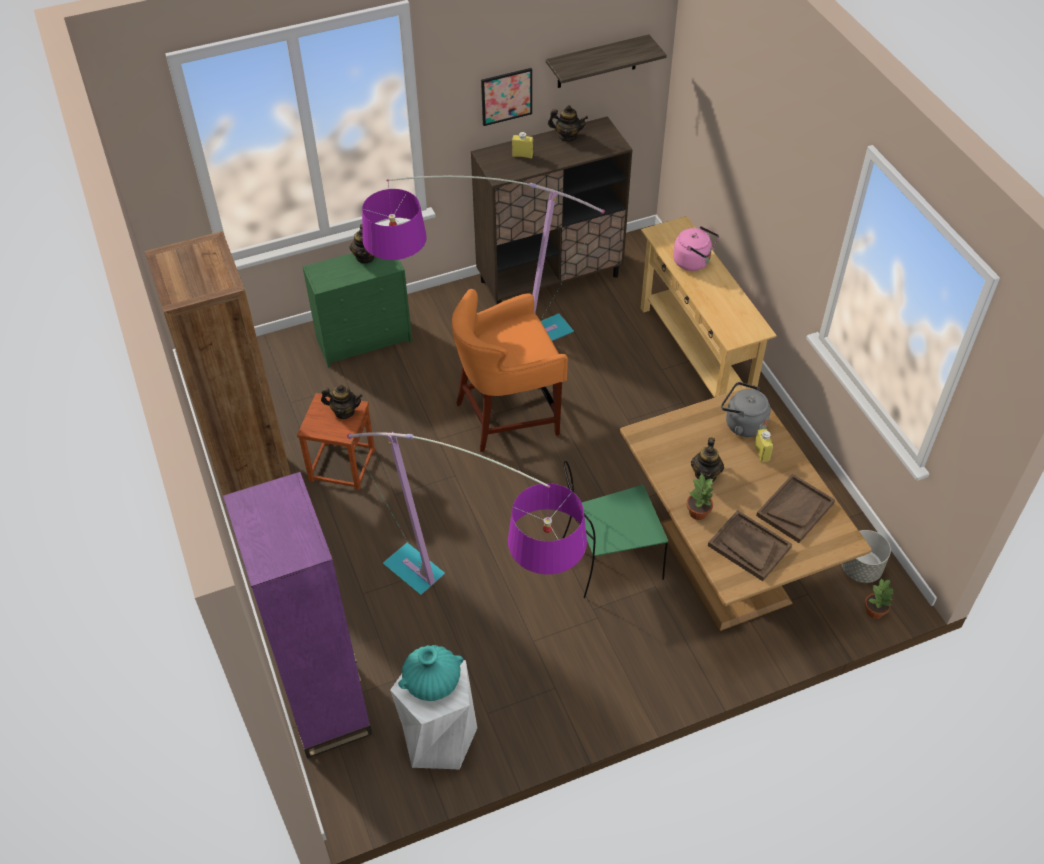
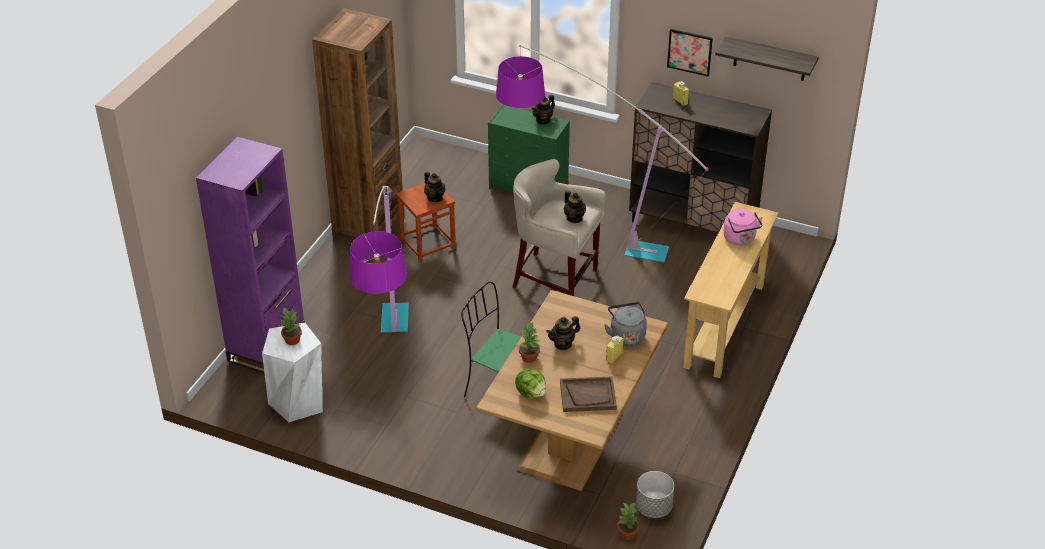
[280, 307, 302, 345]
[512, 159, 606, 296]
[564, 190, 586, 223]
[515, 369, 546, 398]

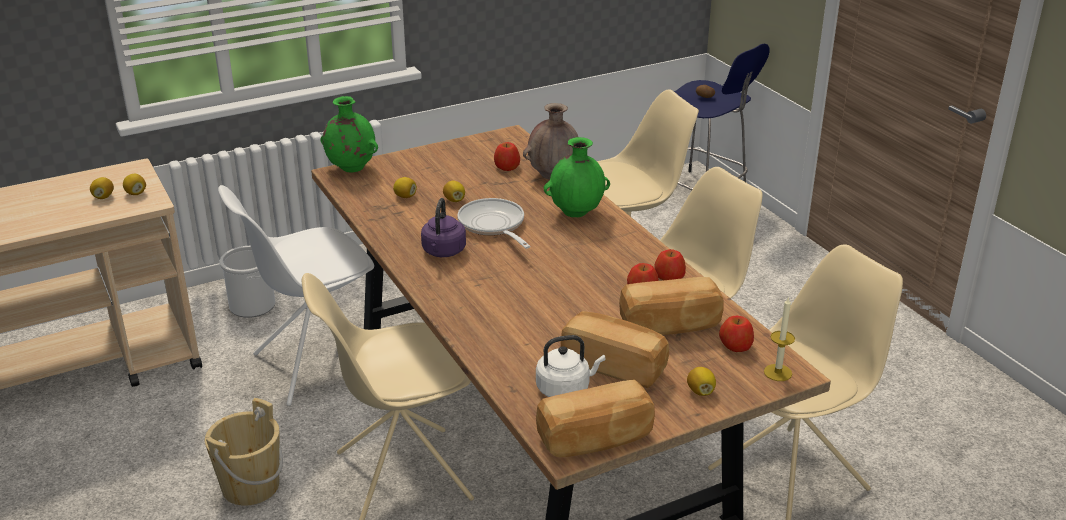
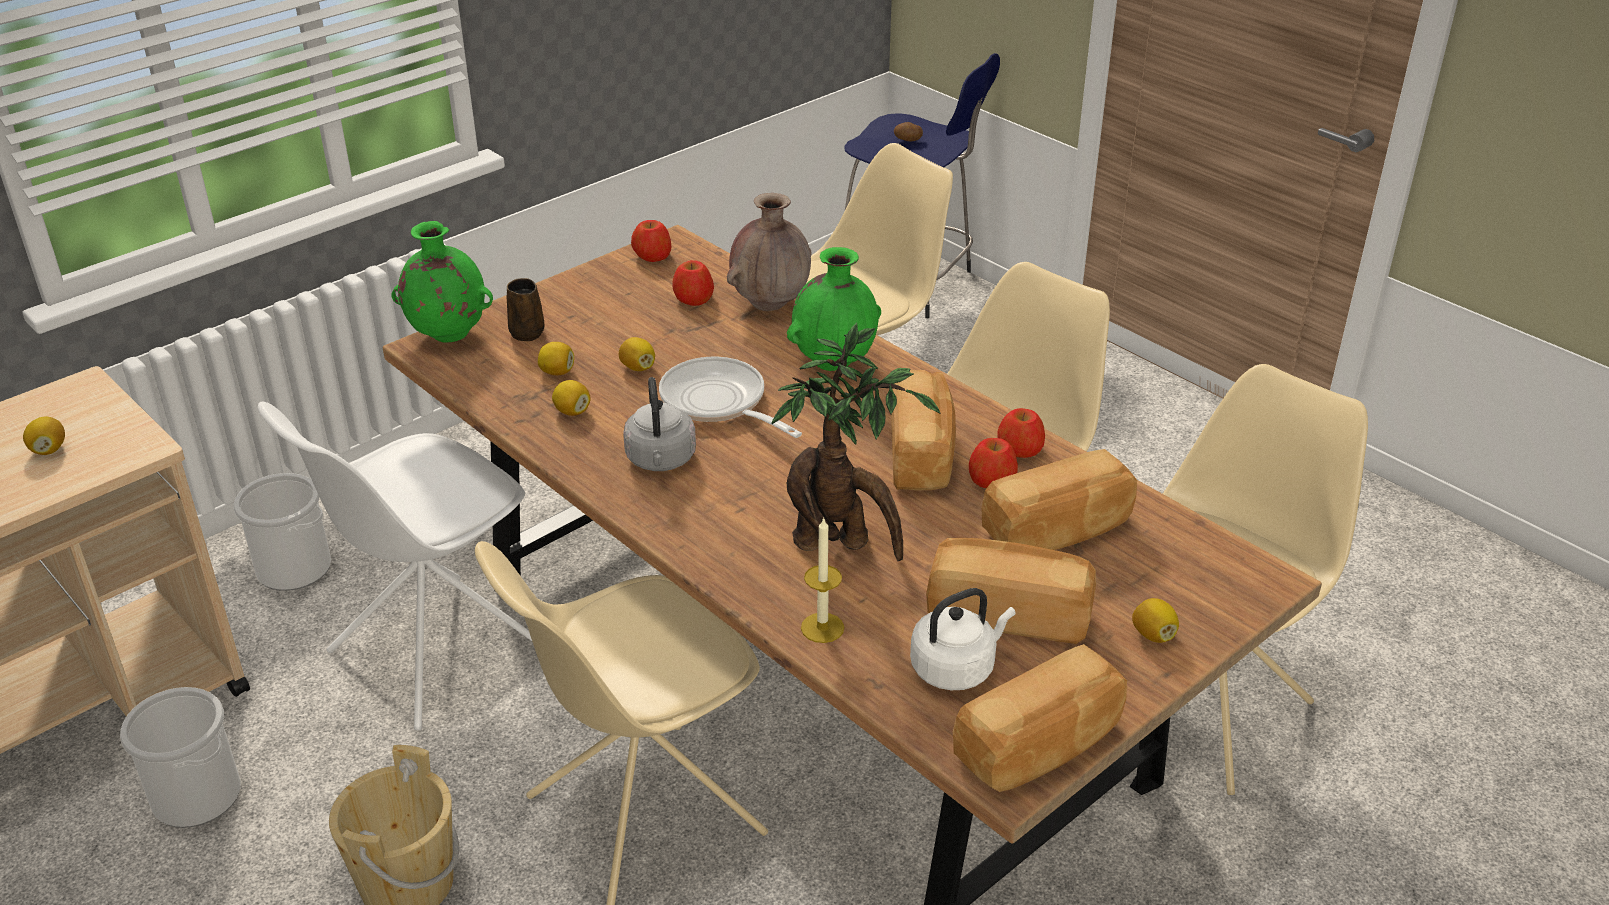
[552, 380, 591, 416]
[623, 377, 696, 471]
[631, 220, 671, 262]
[801, 517, 844, 643]
[120, 687, 241, 828]
[507, 278, 545, 341]
[771, 322, 941, 561]
[891, 370, 956, 490]

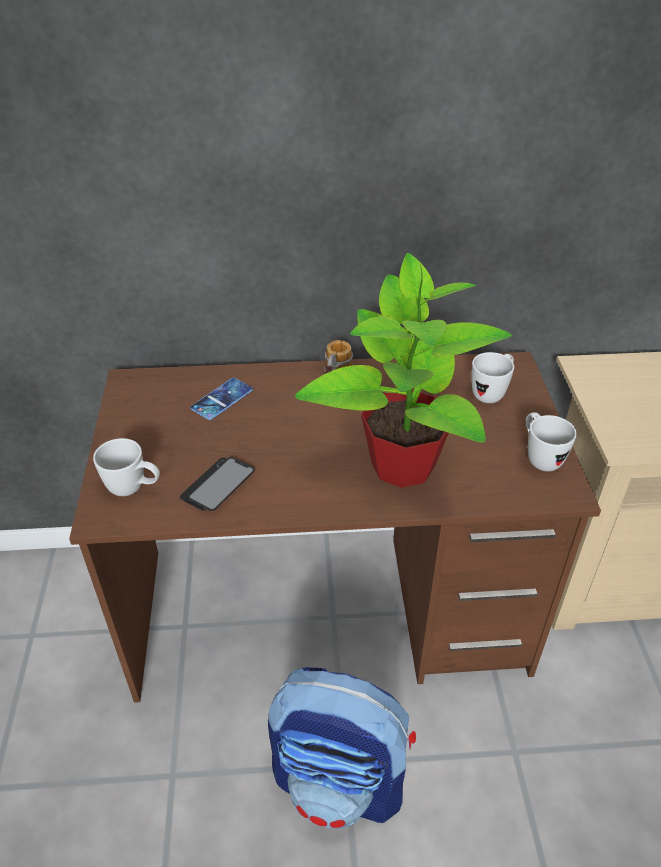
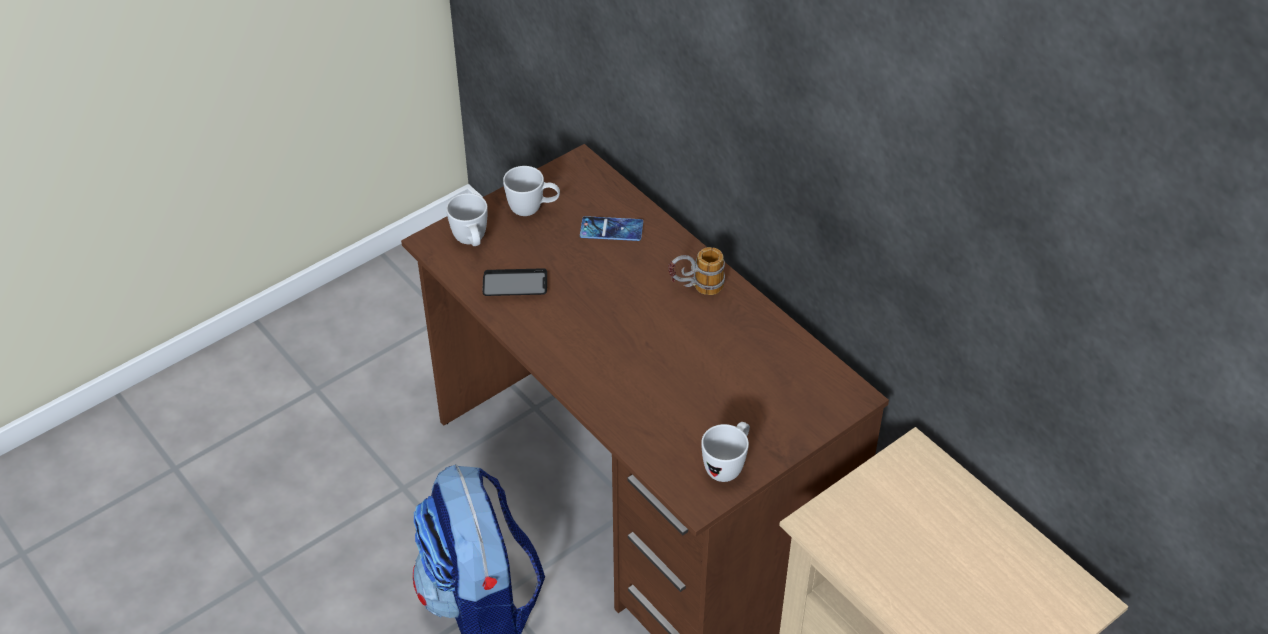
[295, 253, 512, 488] (first image)
[503, 166, 560, 216]

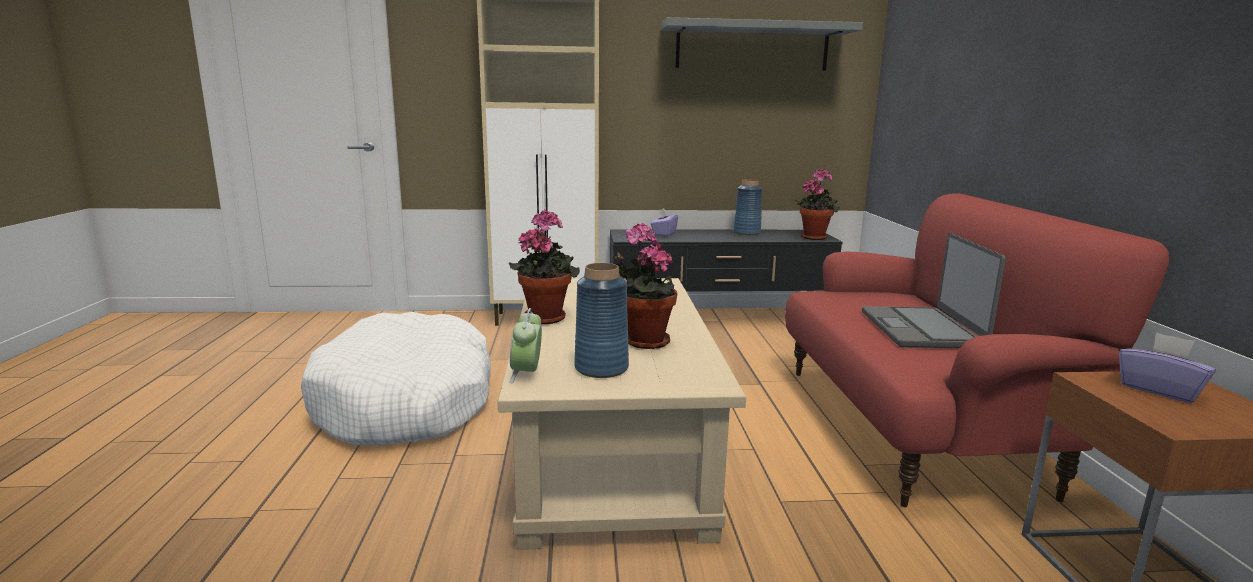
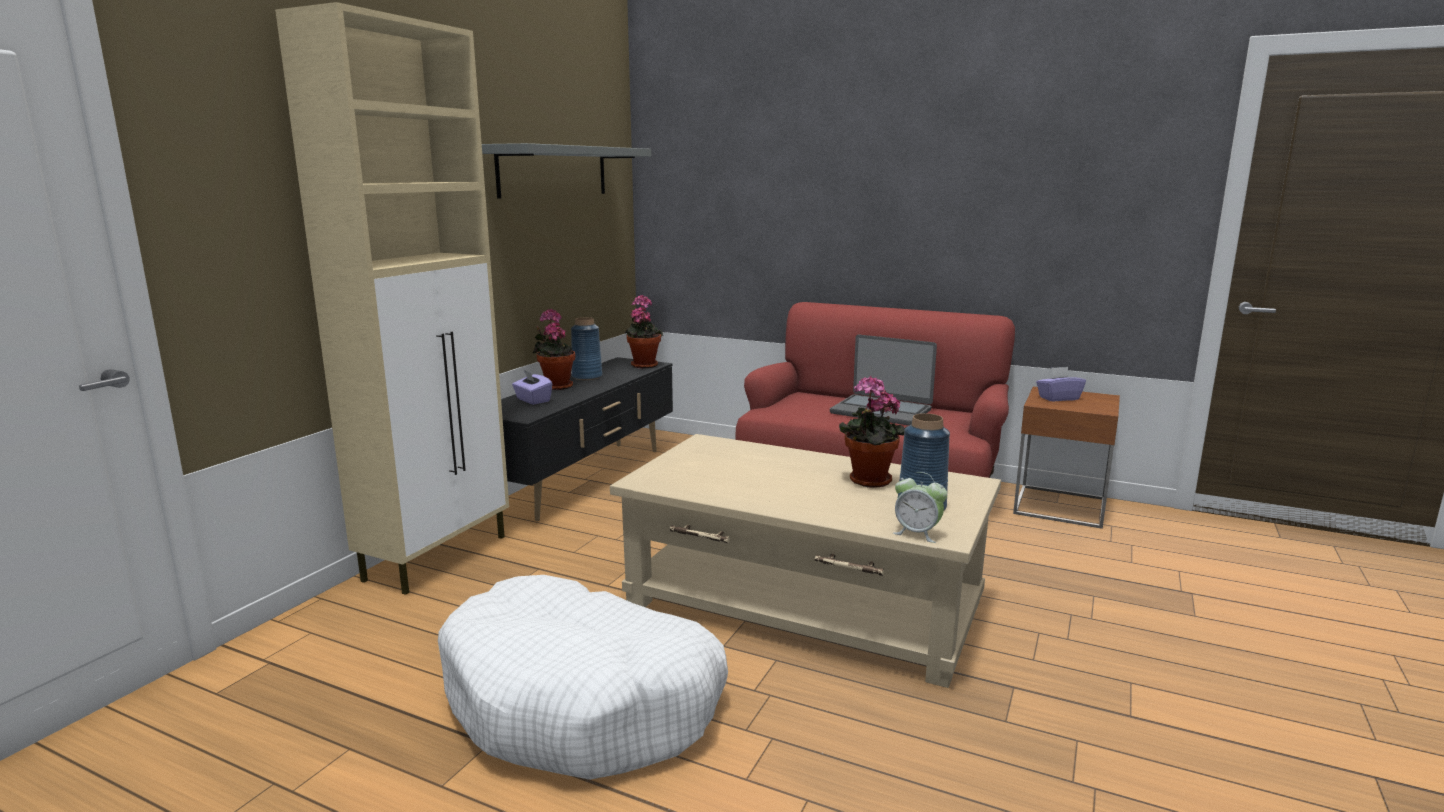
[533, 309, 575, 390]

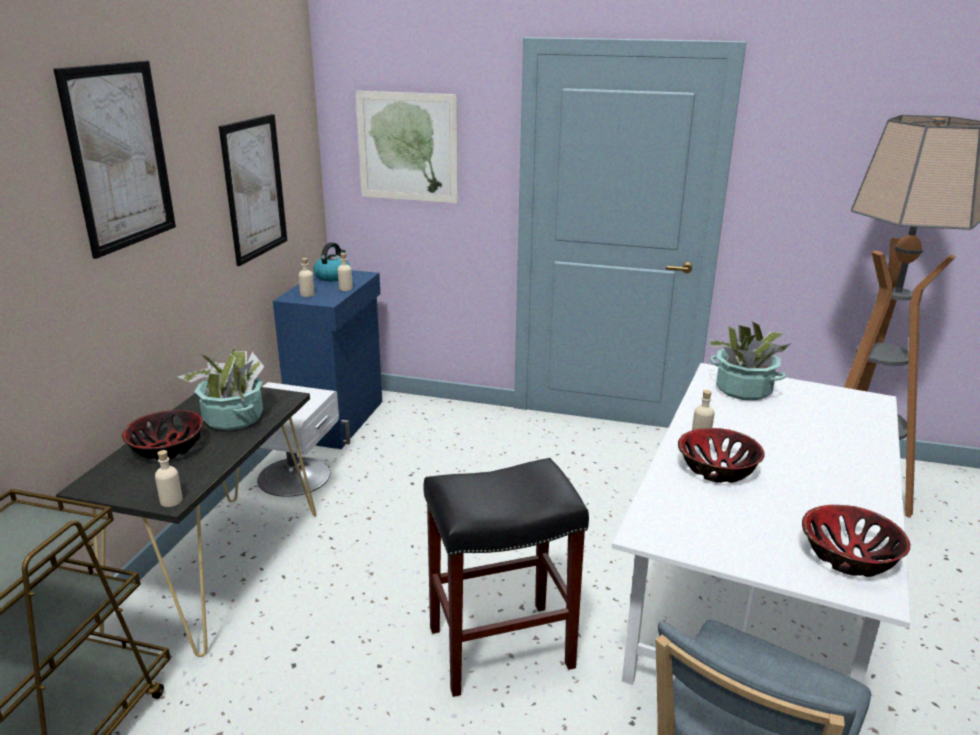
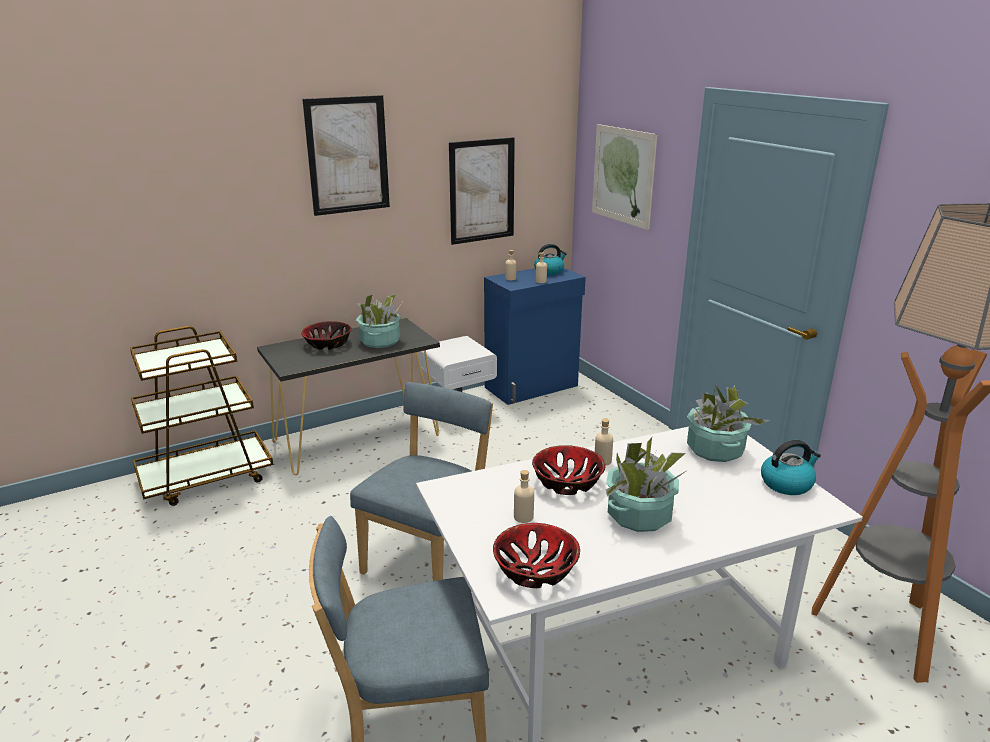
[514, 470, 534, 523]
[350, 382, 493, 581]
[606, 437, 689, 532]
[761, 440, 821, 495]

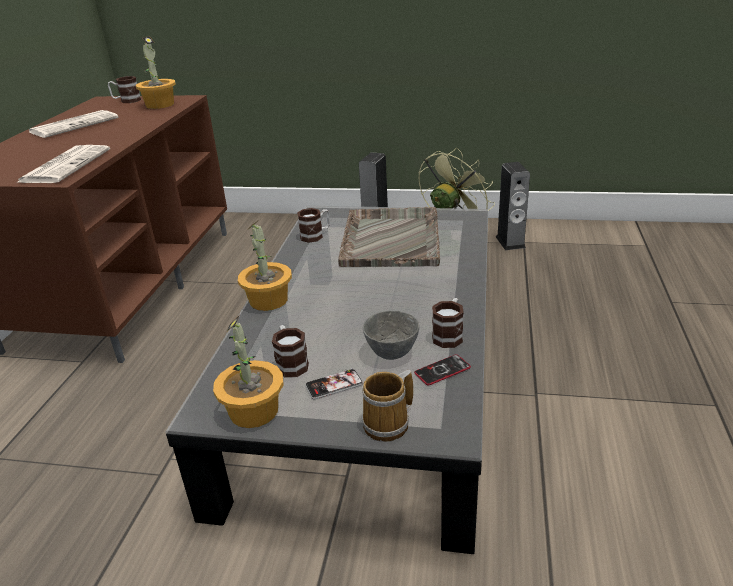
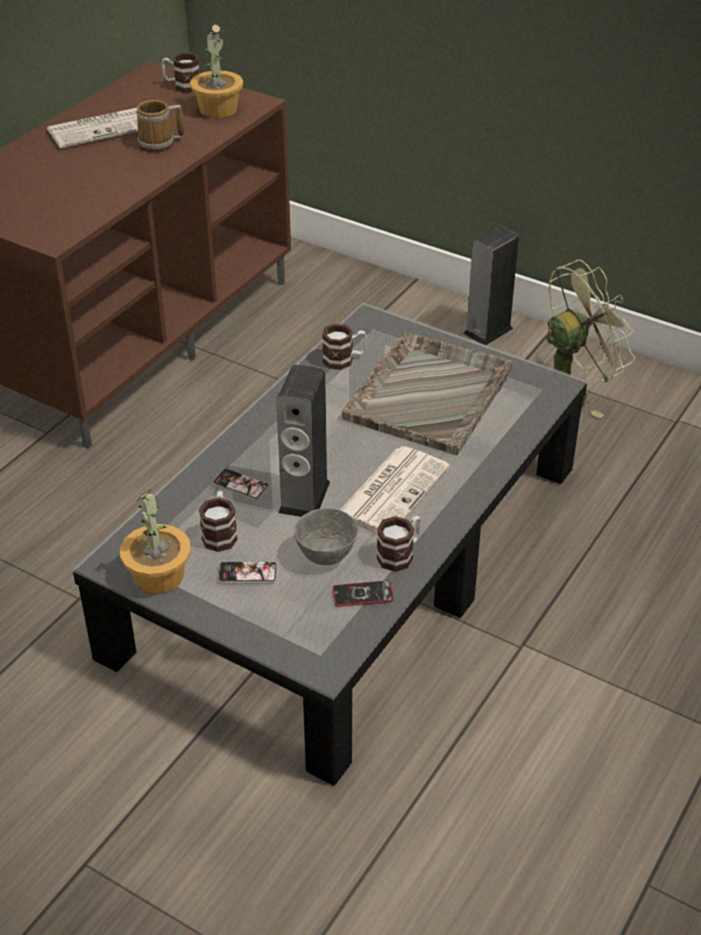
[340, 446, 450, 533]
[238, 220, 292, 311] (first image)
[136, 100, 184, 153]
[276, 364, 330, 517]
[212, 469, 269, 500]

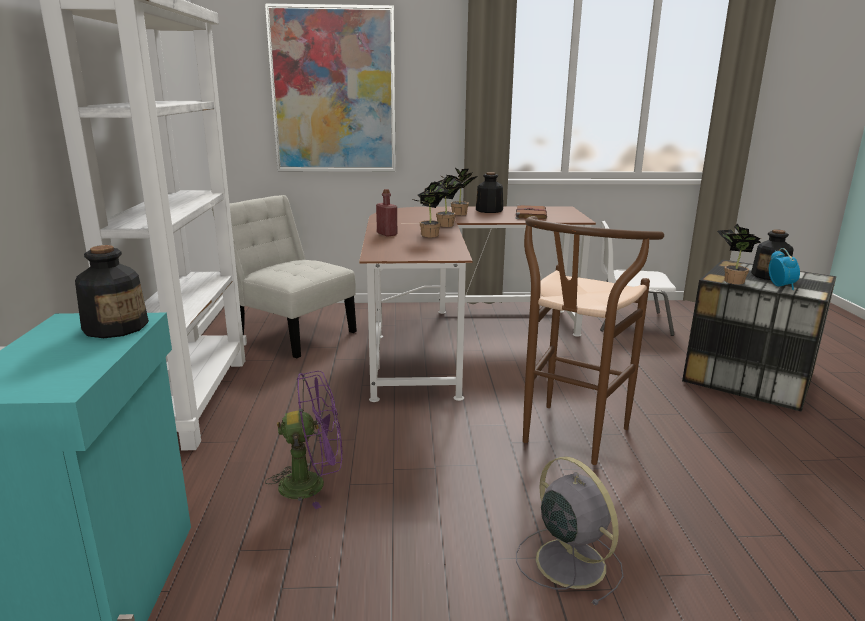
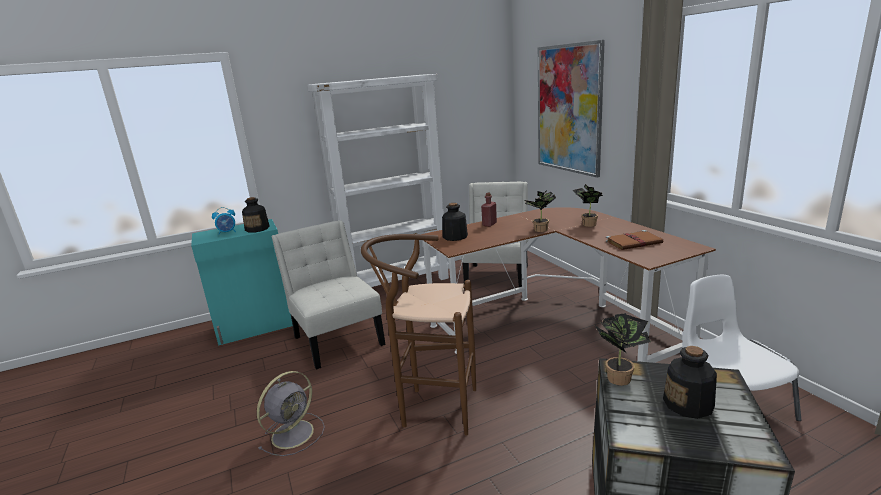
[272, 220, 386, 370]
[413, 182, 449, 237] (first image)
[442, 203, 468, 241]
[212, 207, 236, 235]

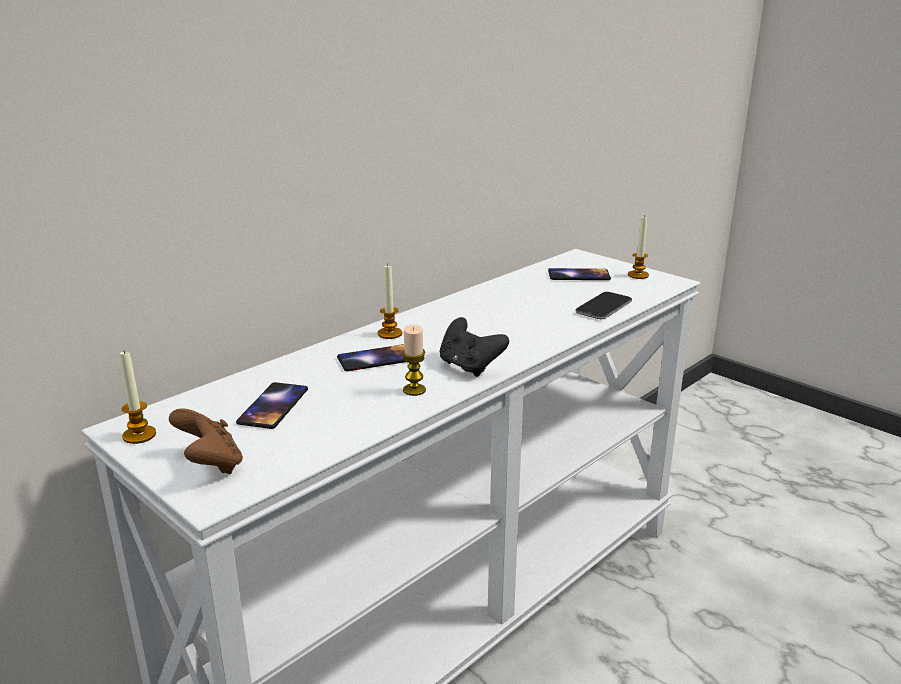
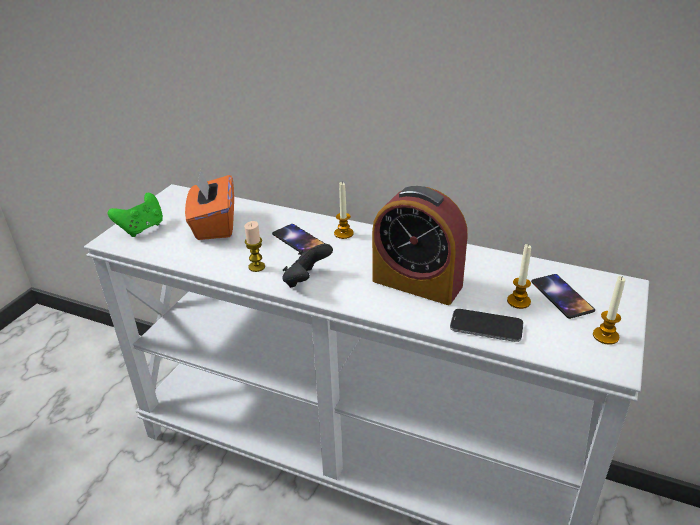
[507, 244, 531, 309]
[108, 193, 163, 237]
[185, 170, 234, 240]
[372, 186, 468, 305]

